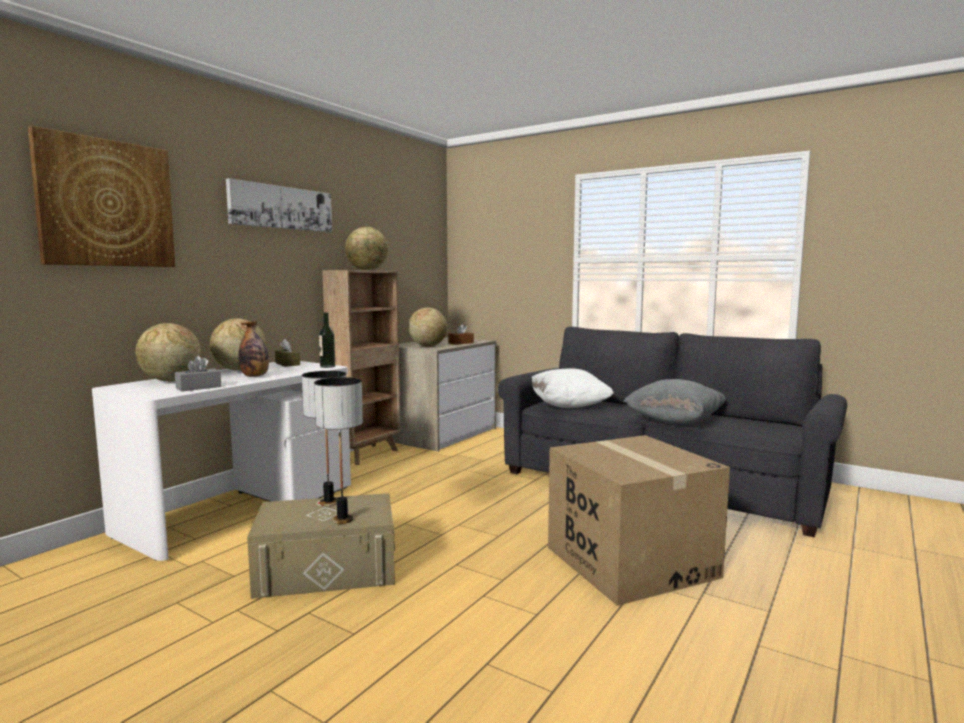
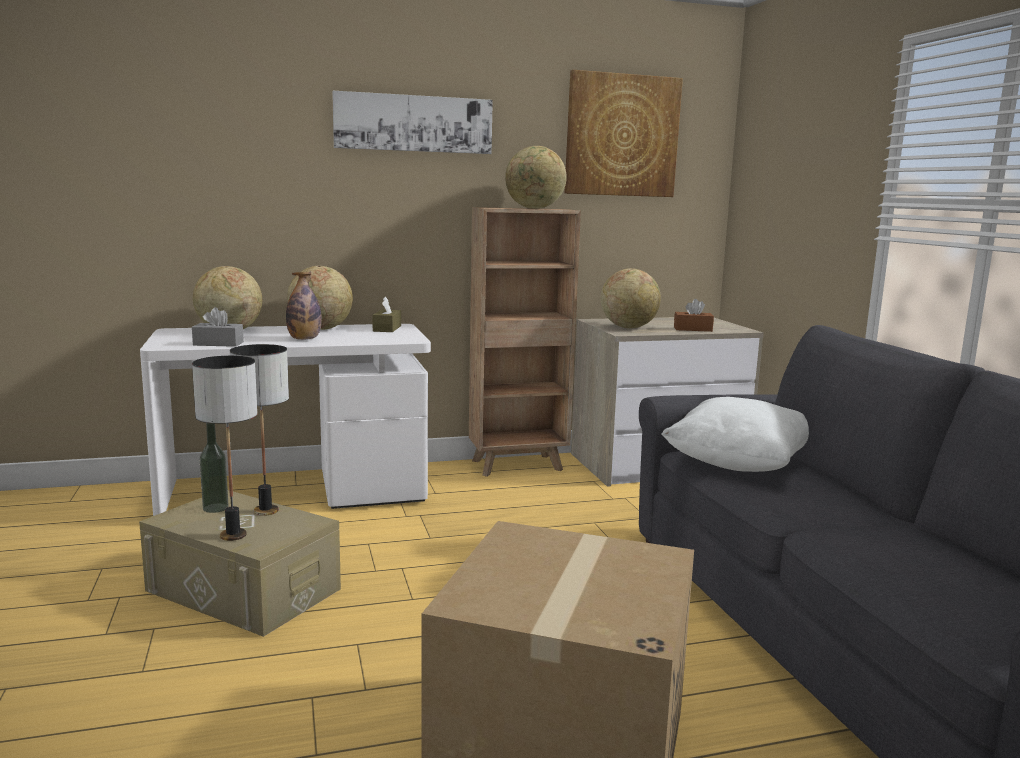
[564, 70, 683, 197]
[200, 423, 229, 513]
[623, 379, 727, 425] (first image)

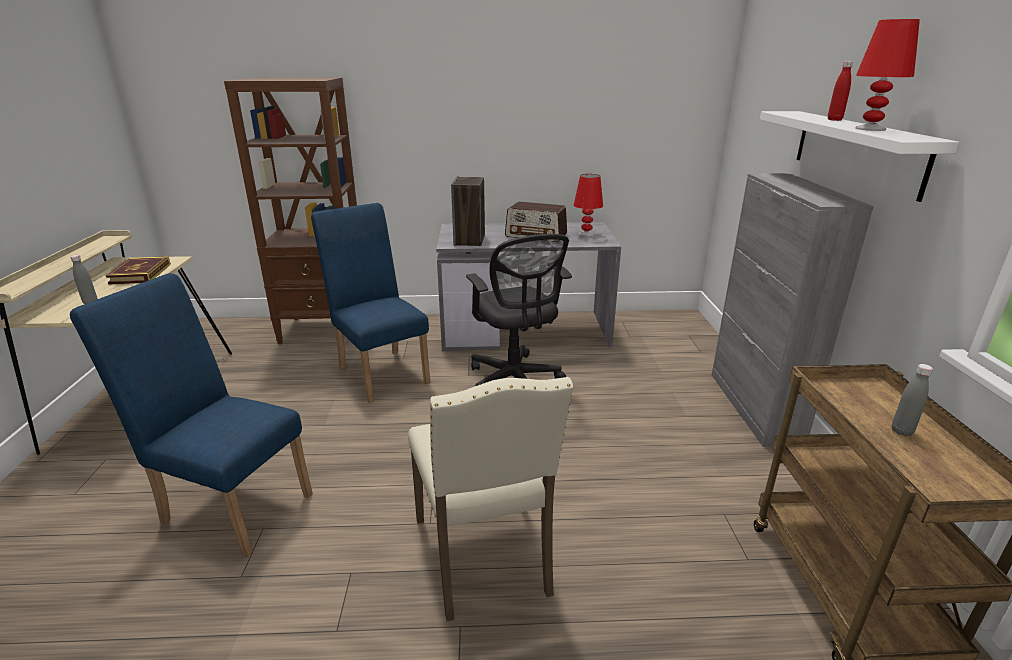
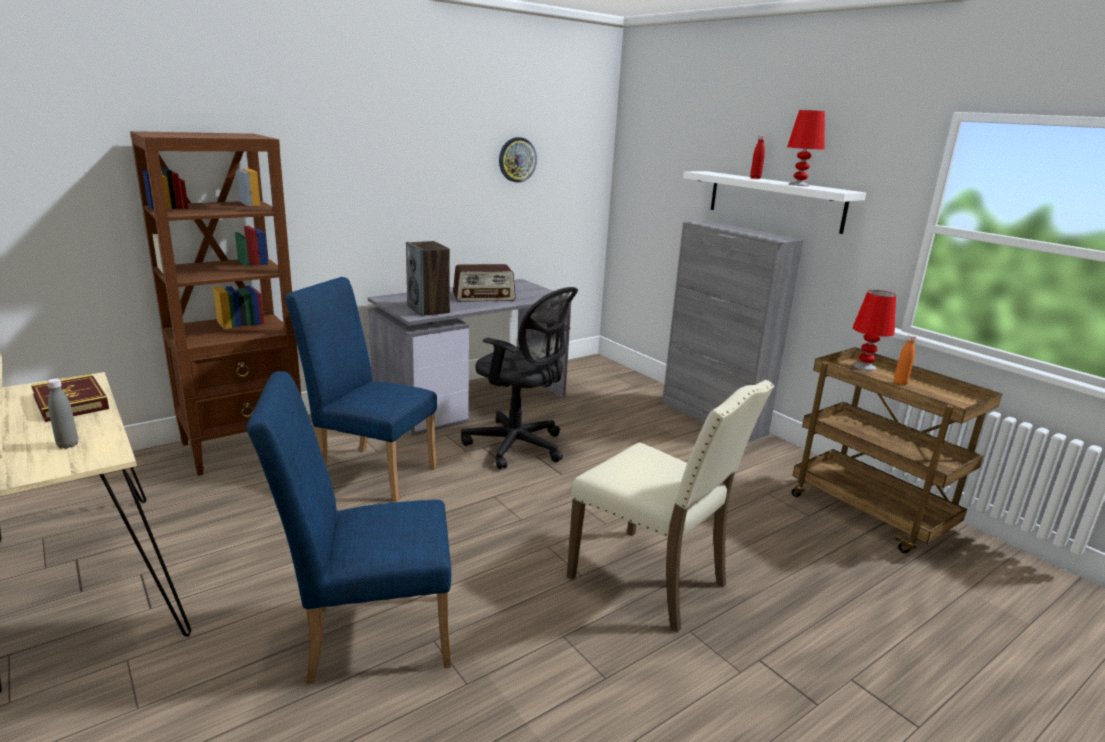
[853, 290, 896, 371]
[894, 335, 916, 385]
[499, 137, 537, 183]

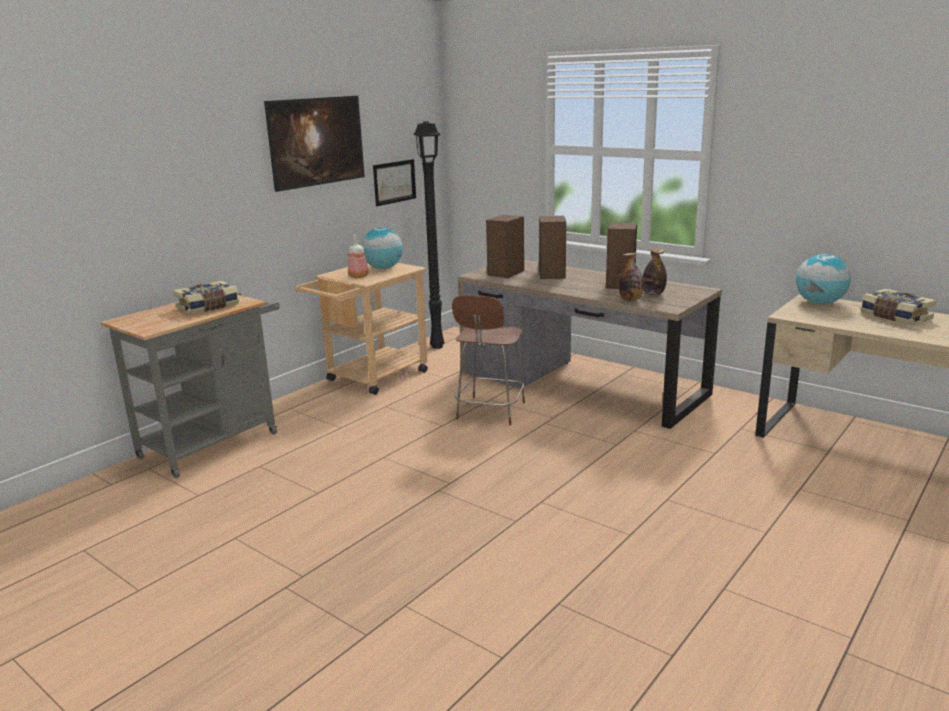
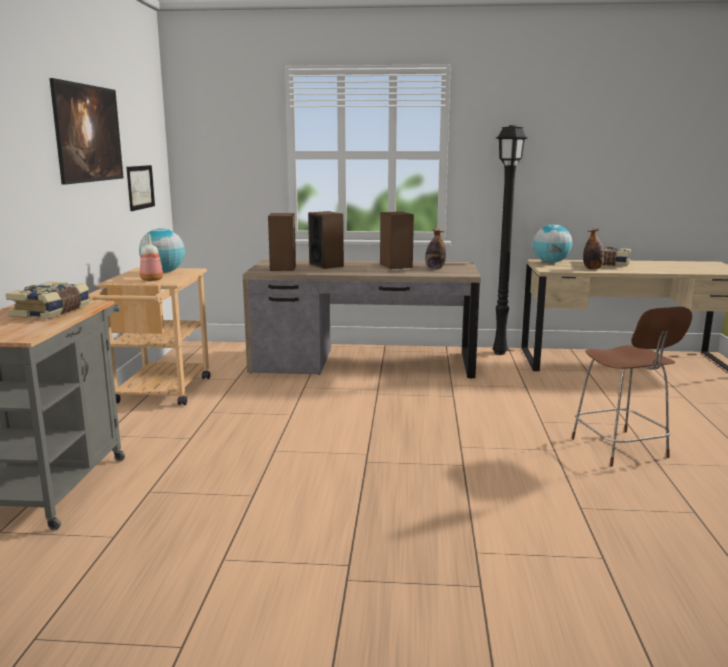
[493, 125, 528, 355]
[571, 306, 692, 467]
[583, 228, 605, 269]

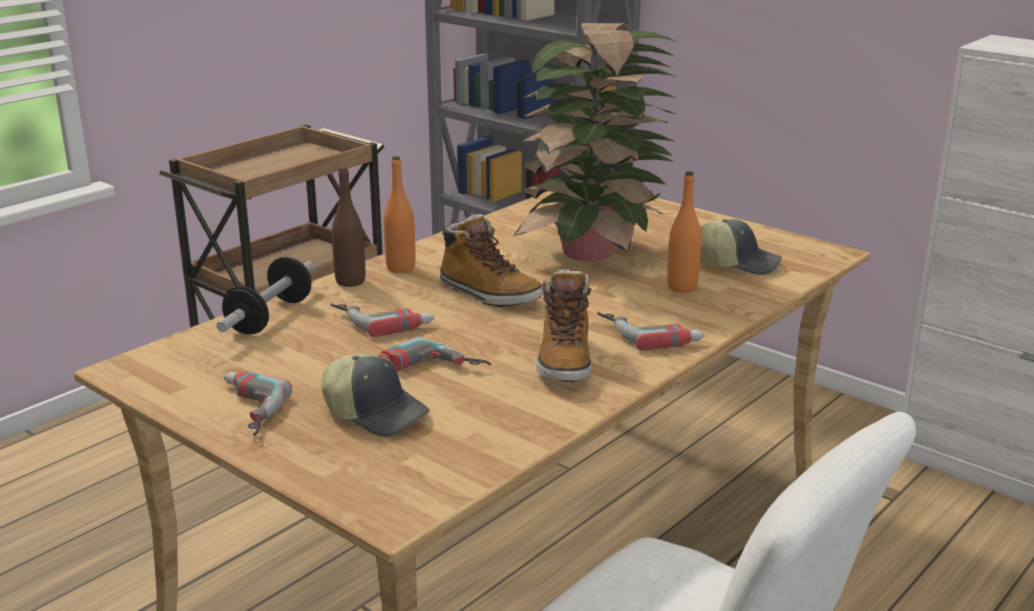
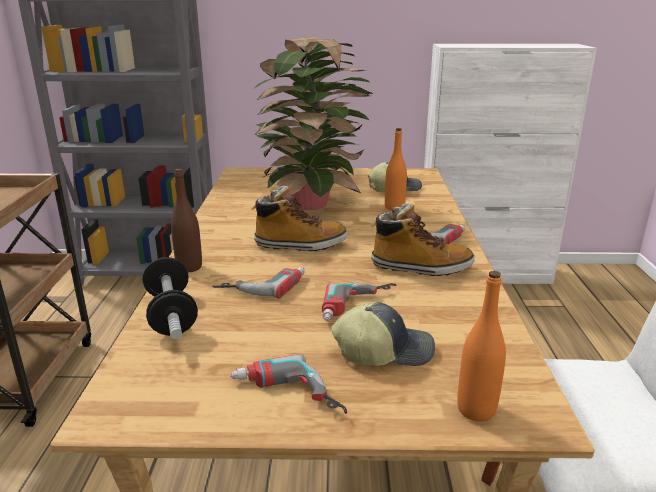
[457, 271, 506, 422]
[371, 203, 475, 276]

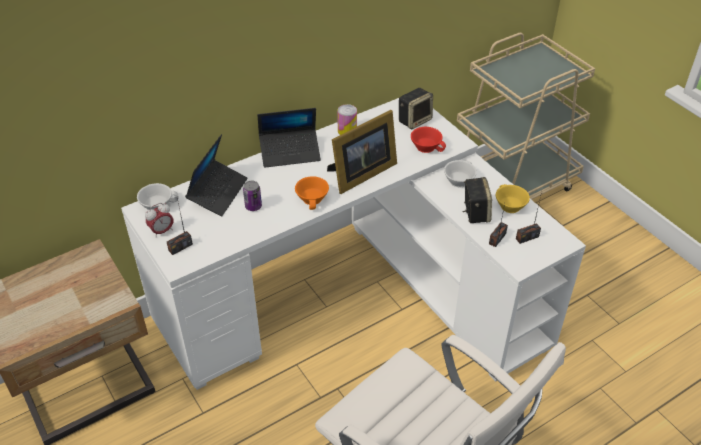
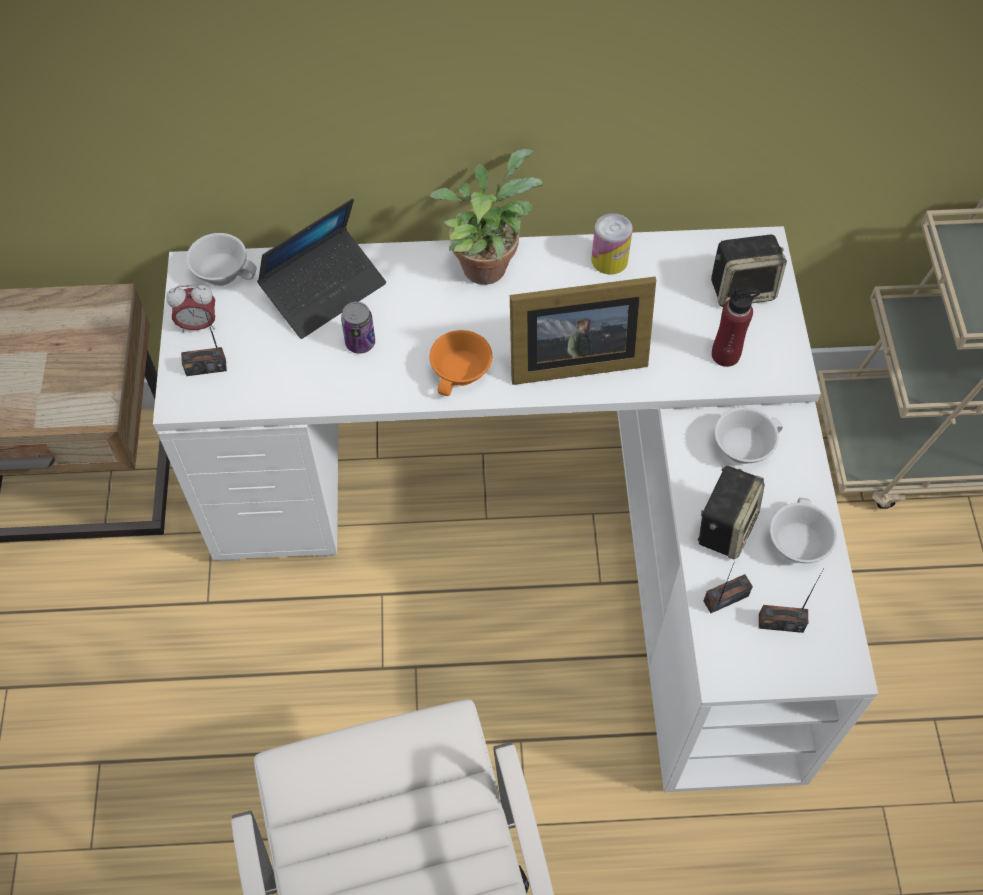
[430, 149, 543, 285]
[712, 288, 760, 367]
[769, 498, 837, 563]

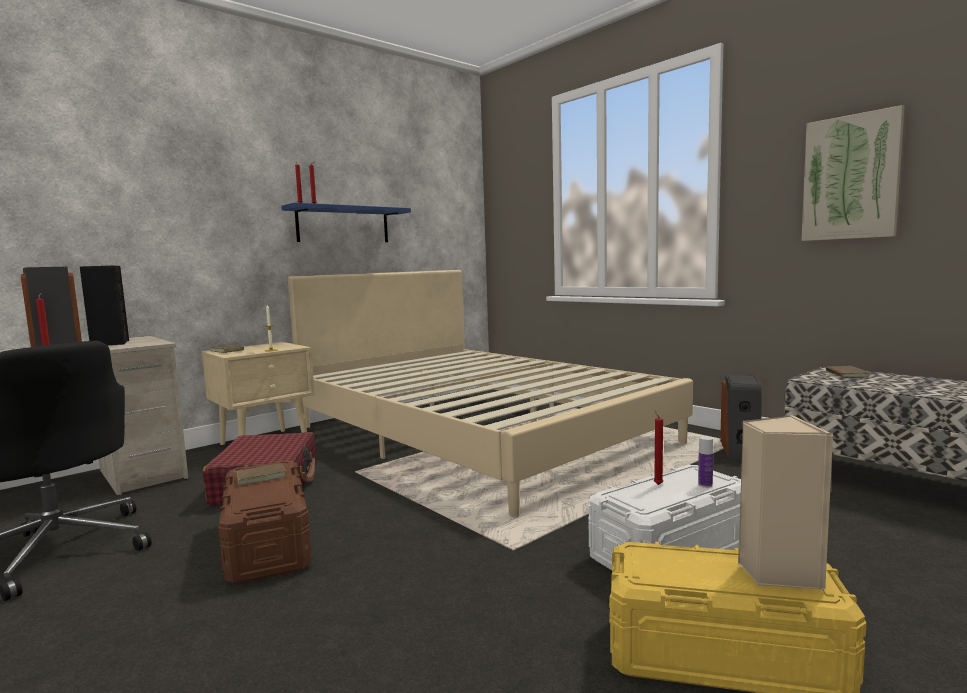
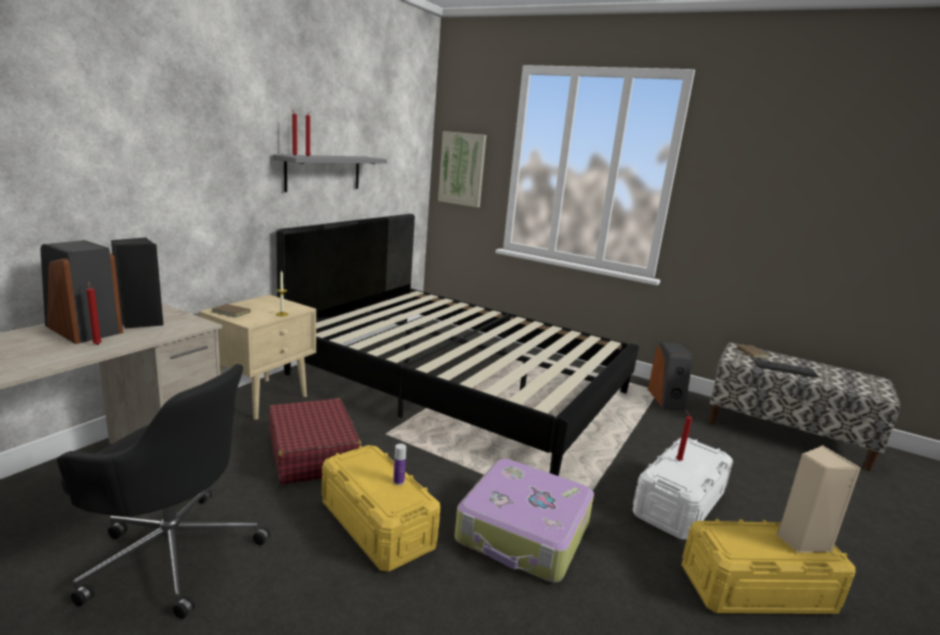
[322, 445, 441, 572]
[234, 463, 286, 486] (first image)
[273, 154, 387, 192]
[276, 214, 639, 476]
[393, 444, 406, 485]
[438, 131, 486, 207]
[455, 459, 594, 583]
[755, 359, 818, 378]

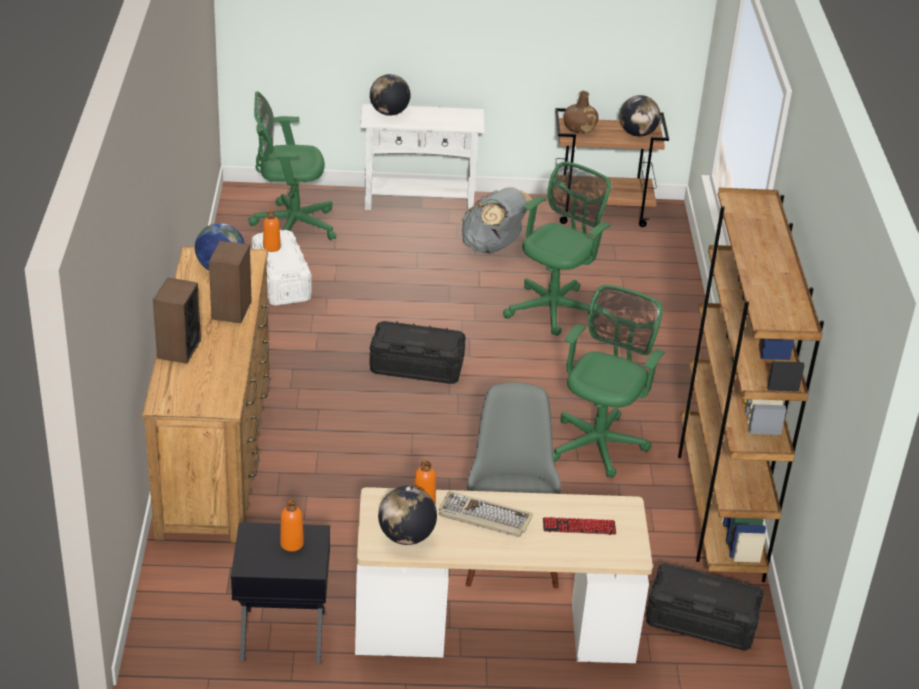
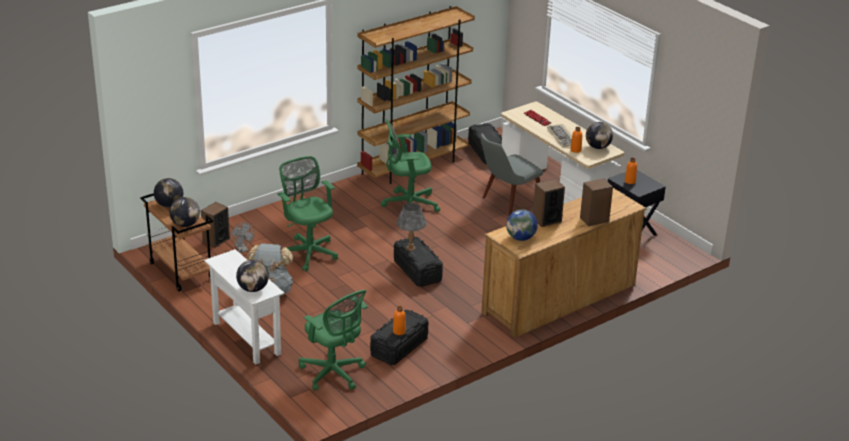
[370, 310, 428, 365]
[277, 156, 338, 272]
[169, 197, 200, 227]
[201, 202, 230, 248]
[230, 222, 255, 253]
[396, 203, 427, 251]

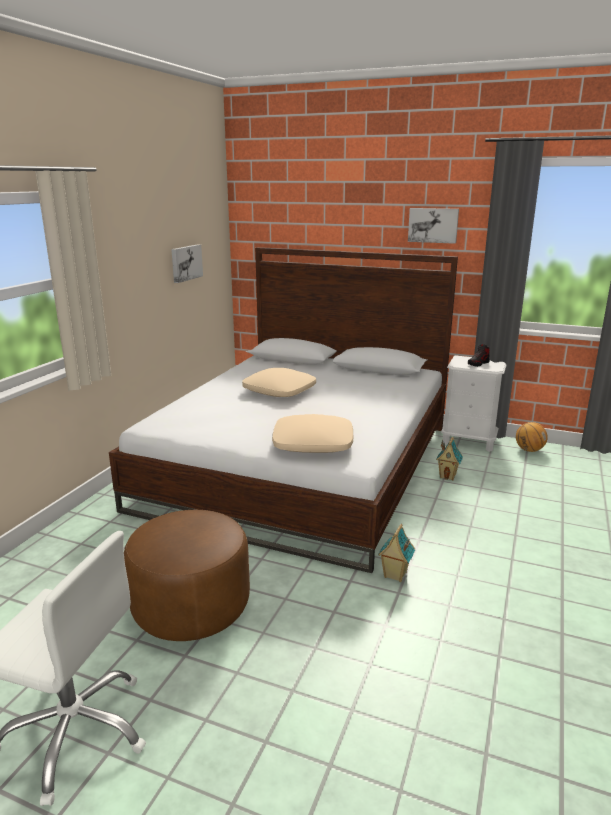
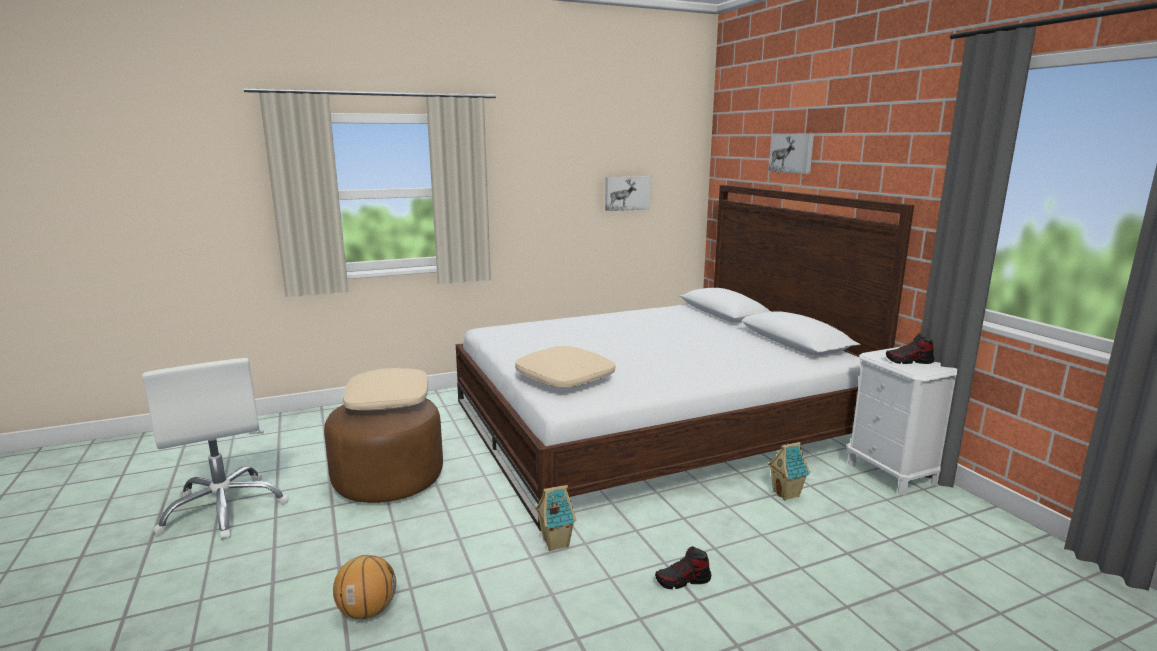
[343, 368, 428, 411]
[769, 133, 814, 174]
[333, 555, 396, 619]
[655, 546, 711, 589]

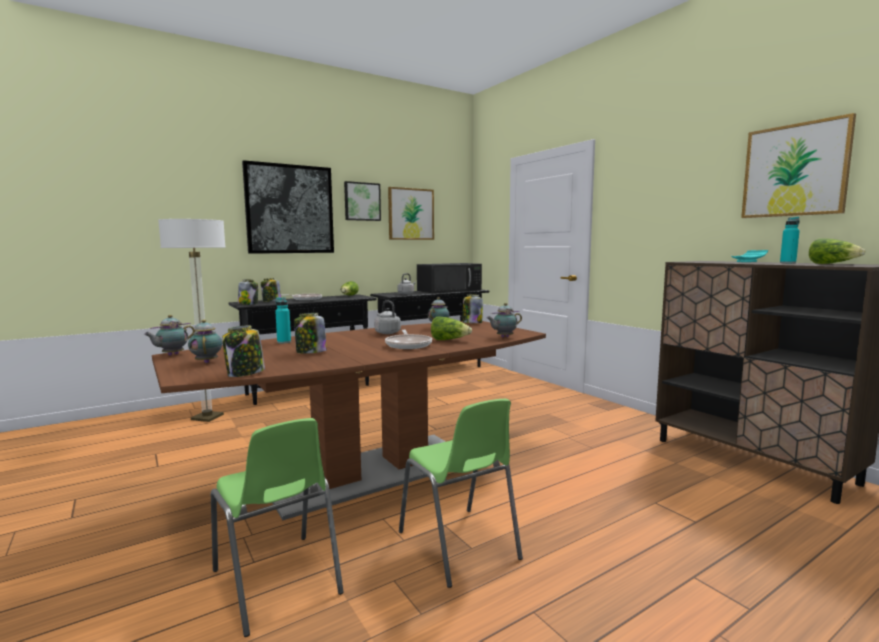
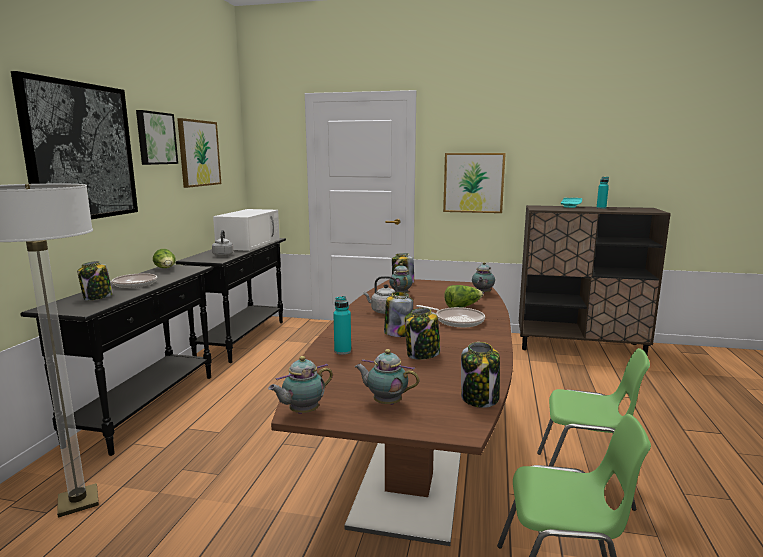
[268, 356, 333, 414]
[384, 292, 413, 337]
[213, 209, 280, 251]
[443, 153, 506, 213]
[809, 239, 865, 264] (first image)

